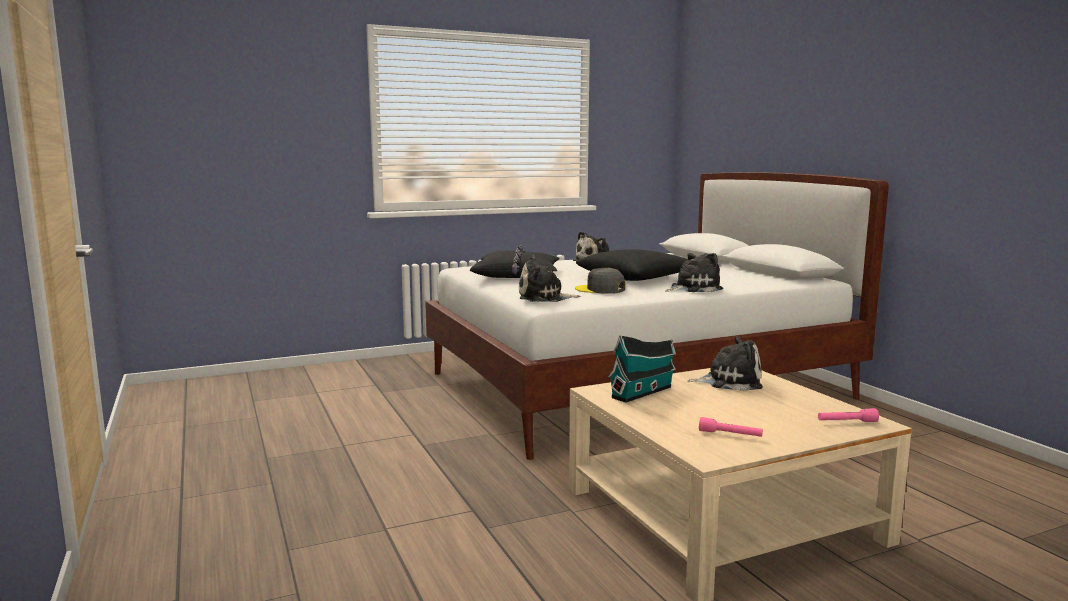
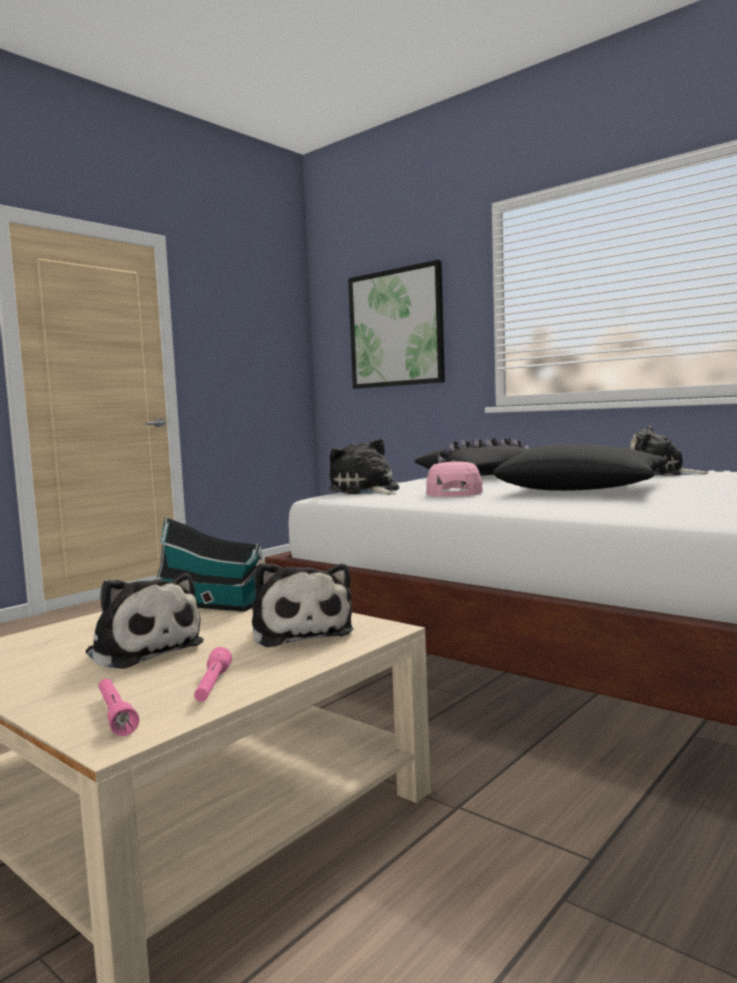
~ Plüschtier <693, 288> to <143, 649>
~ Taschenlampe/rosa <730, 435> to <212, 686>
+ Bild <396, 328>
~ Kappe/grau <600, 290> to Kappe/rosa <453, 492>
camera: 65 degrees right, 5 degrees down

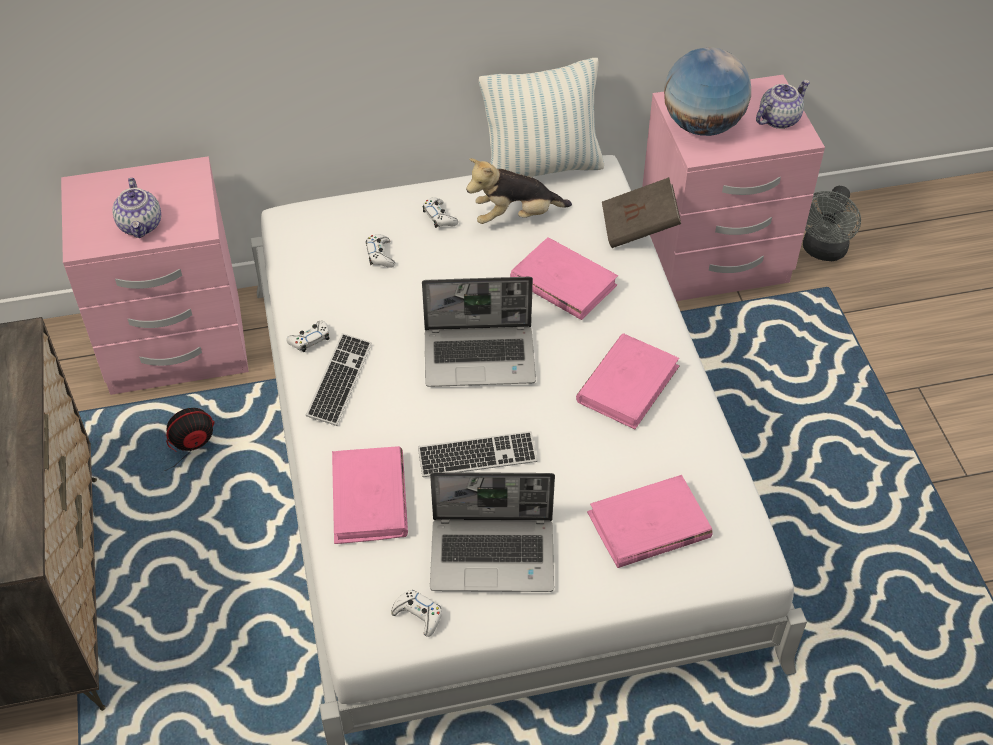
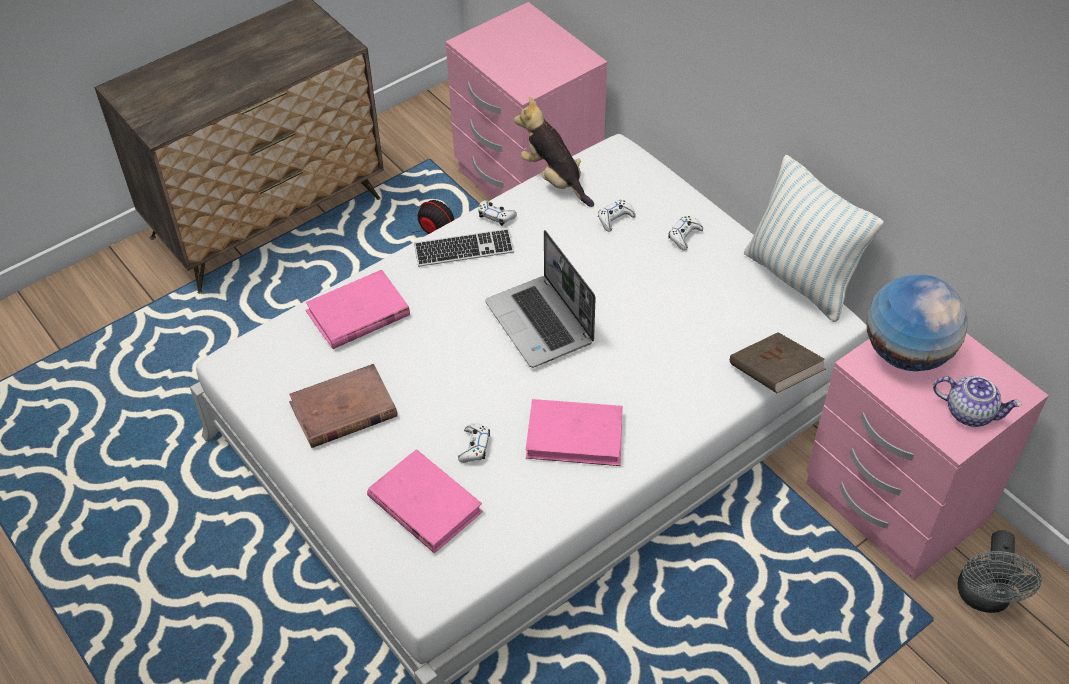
~ Laptop <494, 554> to Buch/braun <343, 410>
~ Gamepad/weiß <418, 615> to <474, 446>
~ Plüschtier <515, 216> to <554, 179>
~ Ventilator/grau <823, 251> = <984, 598> 75 degrees counterclockwise
- Teekanne <141, 225>
- Tastatur <477, 456>
- Buch/rosa <563, 282>
camera: 65 degrees right, 0 degrees up

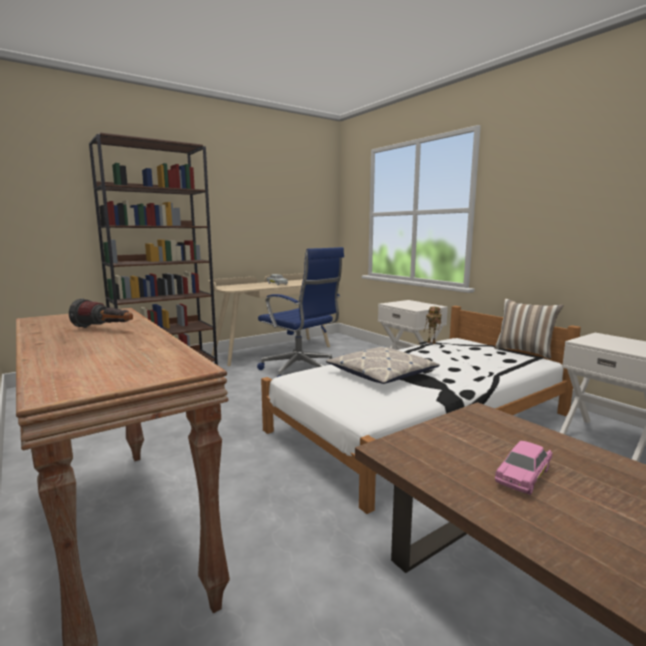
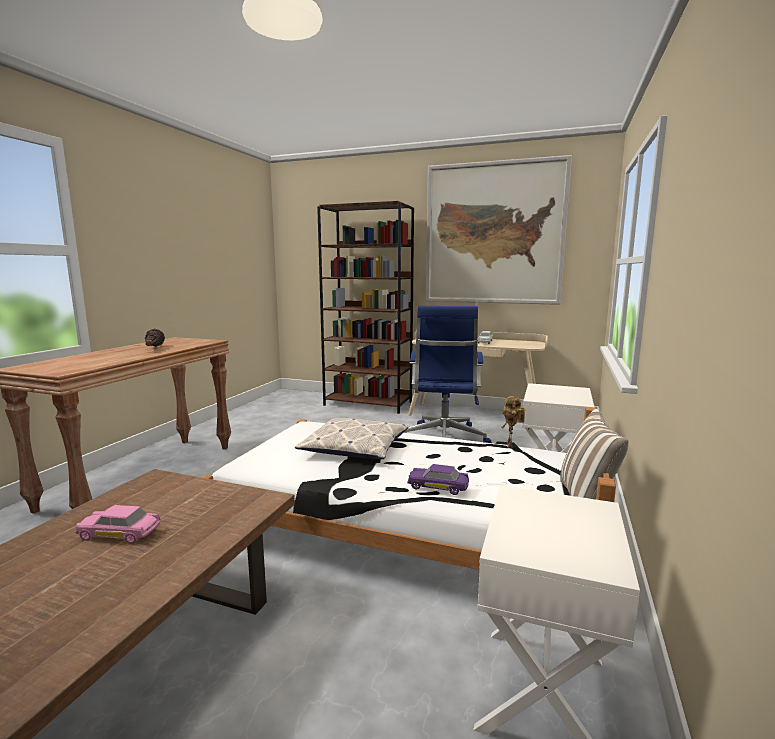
+ Spielzeugauto/lila <438, 487>
+ Bild <493, 234>
camera: 55 degrees right, 0 degrees up

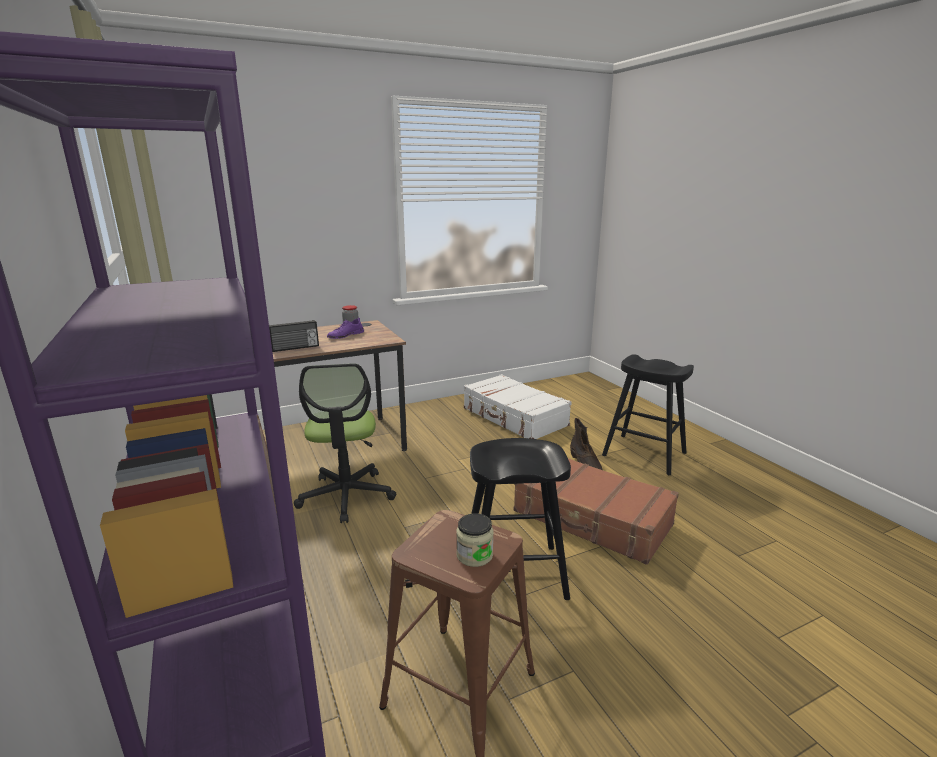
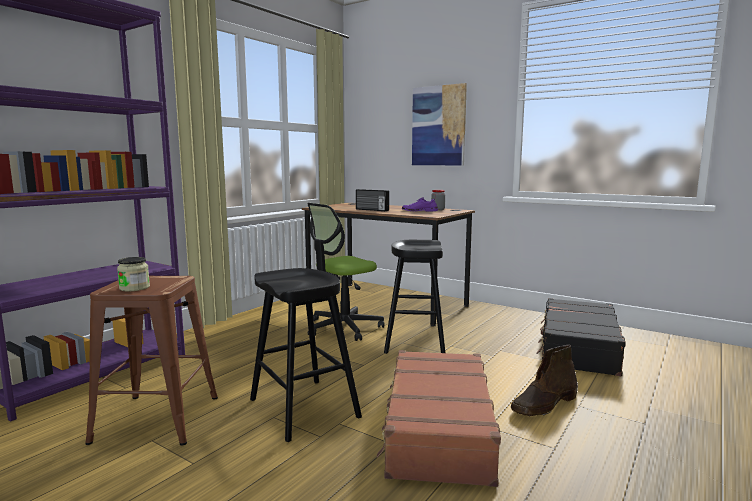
~ Hocker/schwarz <644, 454> to <415, 341>
+ Bild <438, 126>
~ Koffer/weiß <514, 417> to Koffer/schwarz <577, 348>
camera: 60 degrees right, 10 degrees down

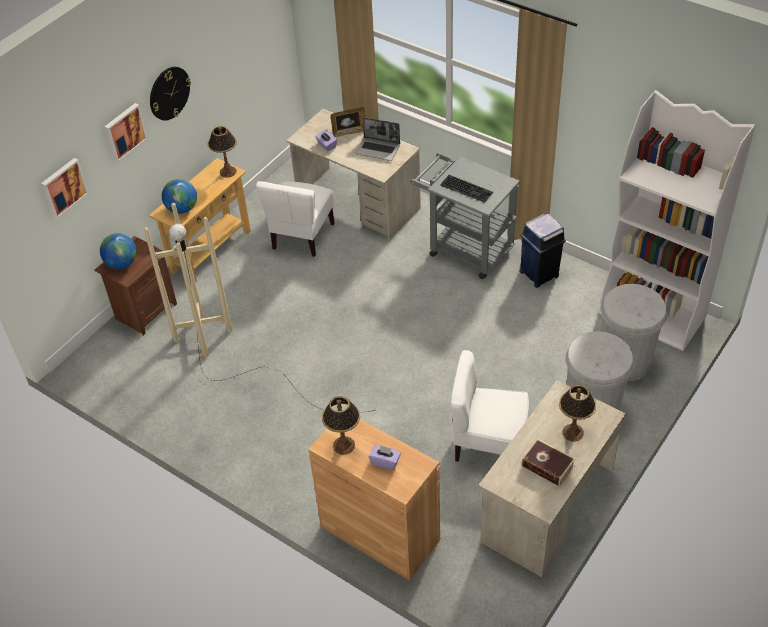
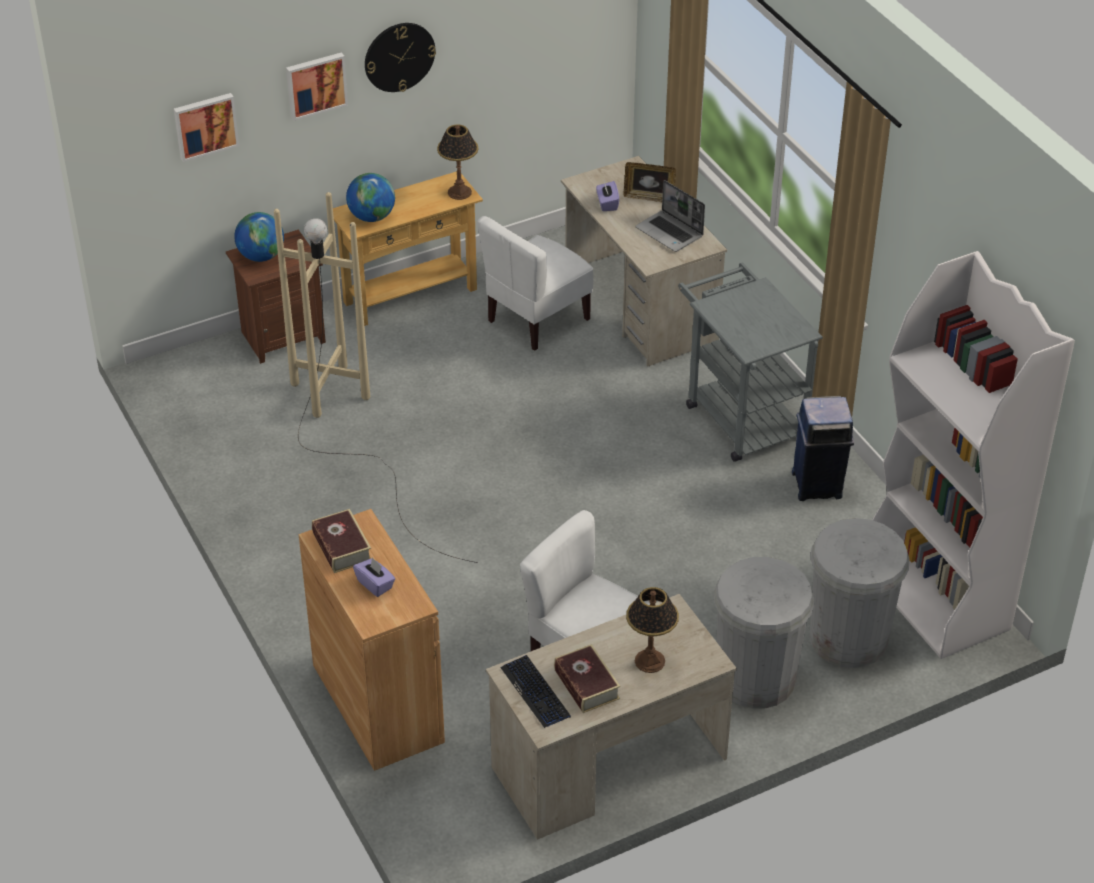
~ Tischlampe <344, 445> to Buch <342, 547>
~ Tastatur <466, 189> to <535, 692>
camera: 25 degrees right, 5 degrees down

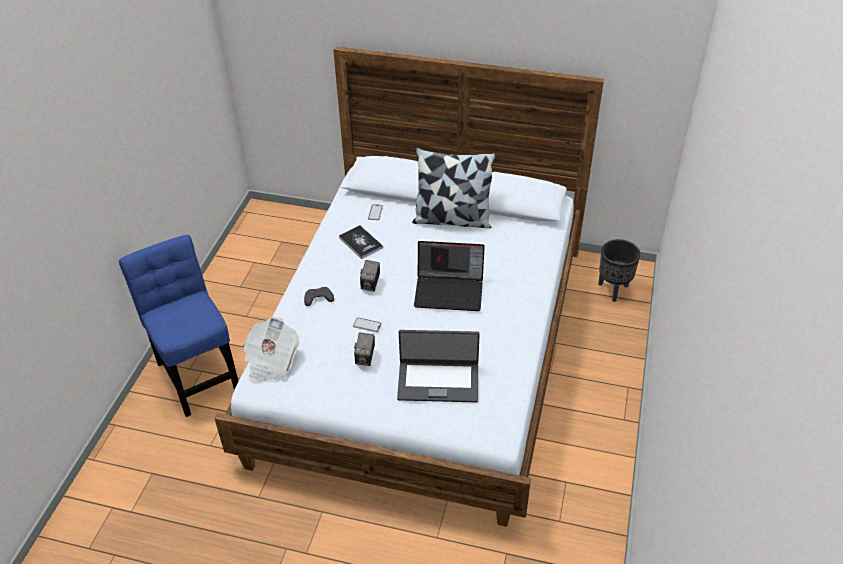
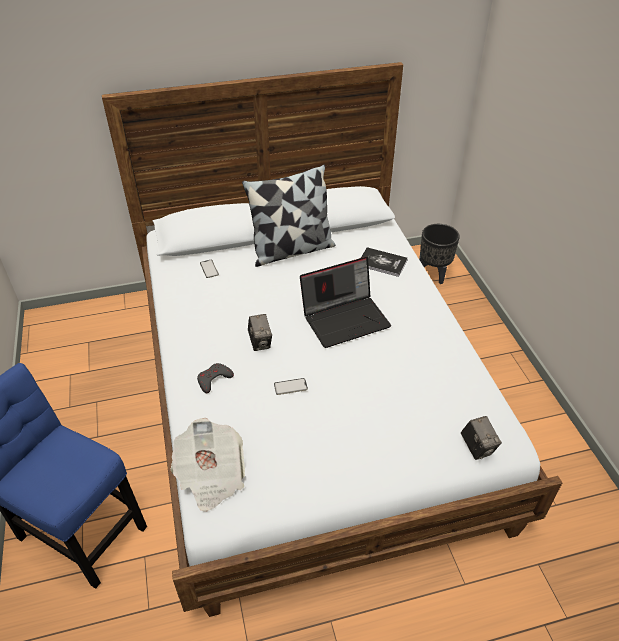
~ Buch <360, 242> to <382, 263>
~ Kamera <365, 358> to <477, 447>
- Laptop <438, 381>
camera: 30 degrees left, 0 degrees up

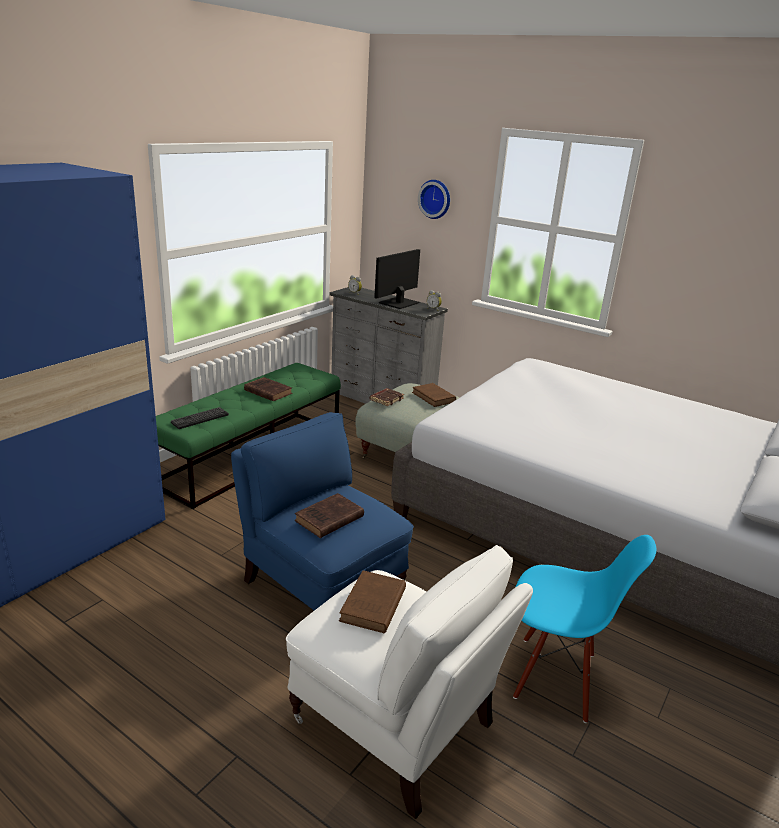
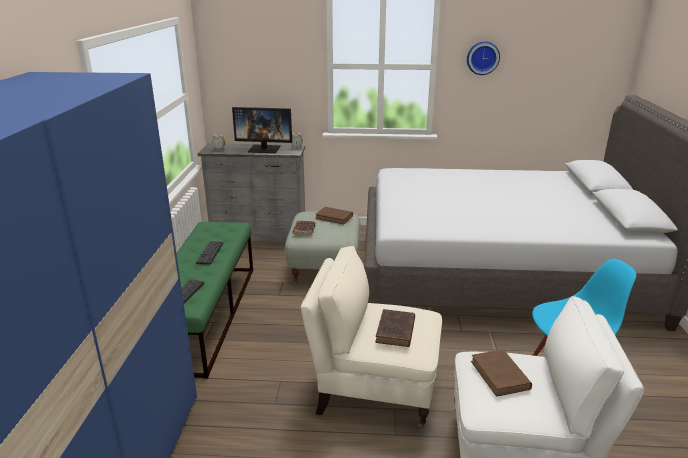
~ Buch/braun <267, 391> to Tastatur <210, 253>
~ Monitor <398, 303> = <264, 149> 90 degrees counterclockwise
~ Sessel/blau <321, 585> to Sessel/beige <373, 390>
~ Wanduhr <435, 199> to <482, 58>
camera: 30 degrees left, 0 degrees up

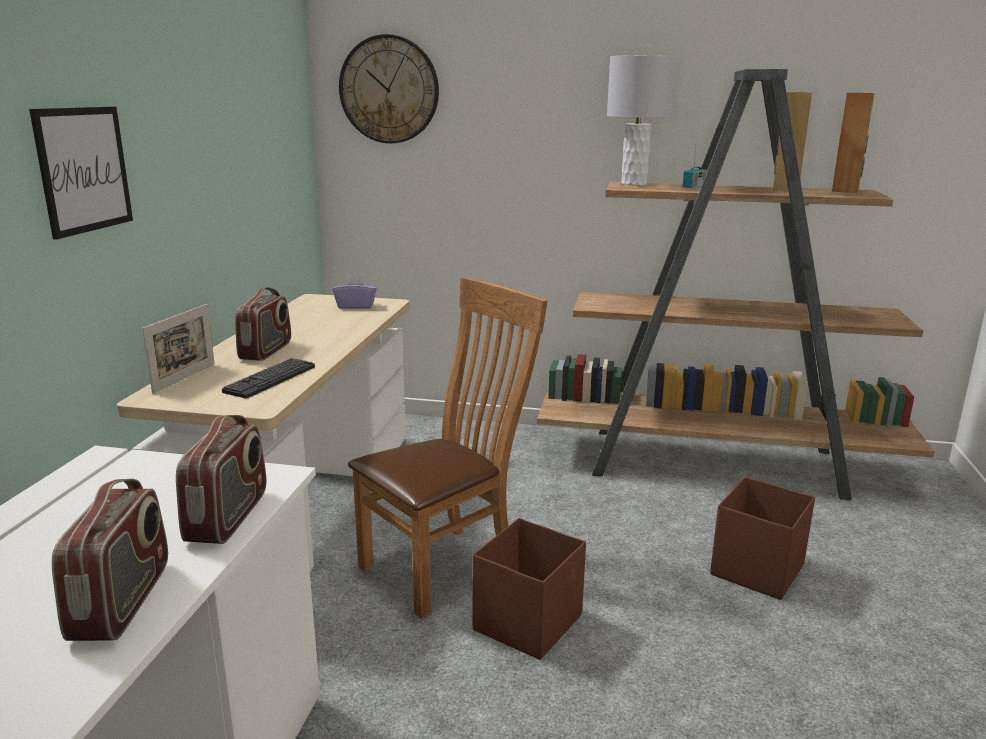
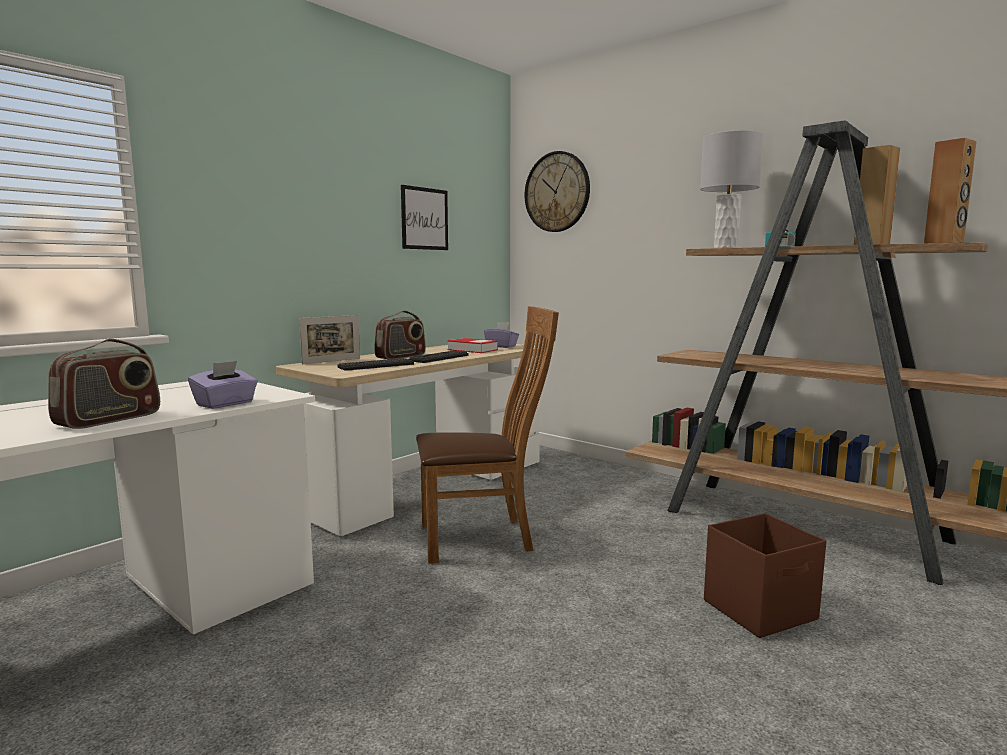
~ Radio <229, 517> to Taschentuchbox/lila <225, 404>
~ Bild <84, 170> to <424, 218>
+ Tastatur <439, 358>
+ Buch <472, 350>
- Aufbewahrungsbox/braun <529, 622>
camera: 30 degrees right, 10 degrees down

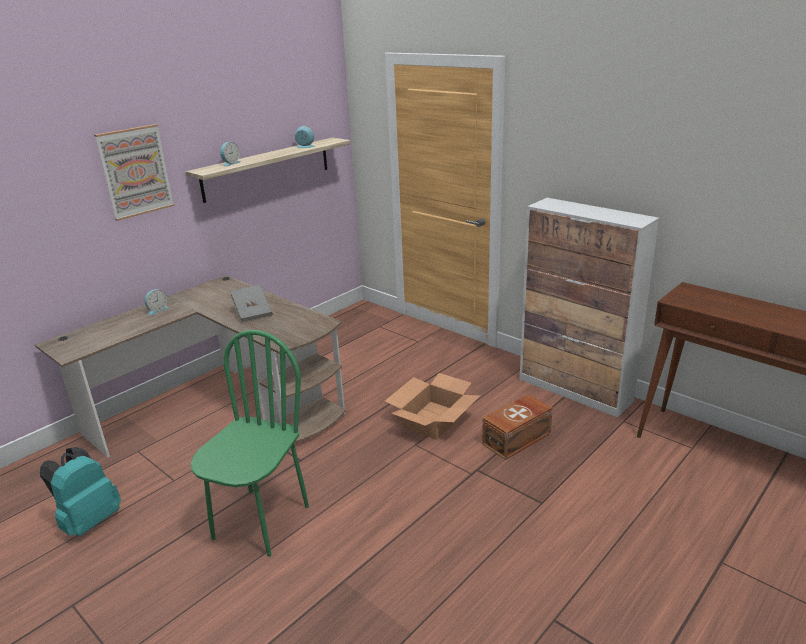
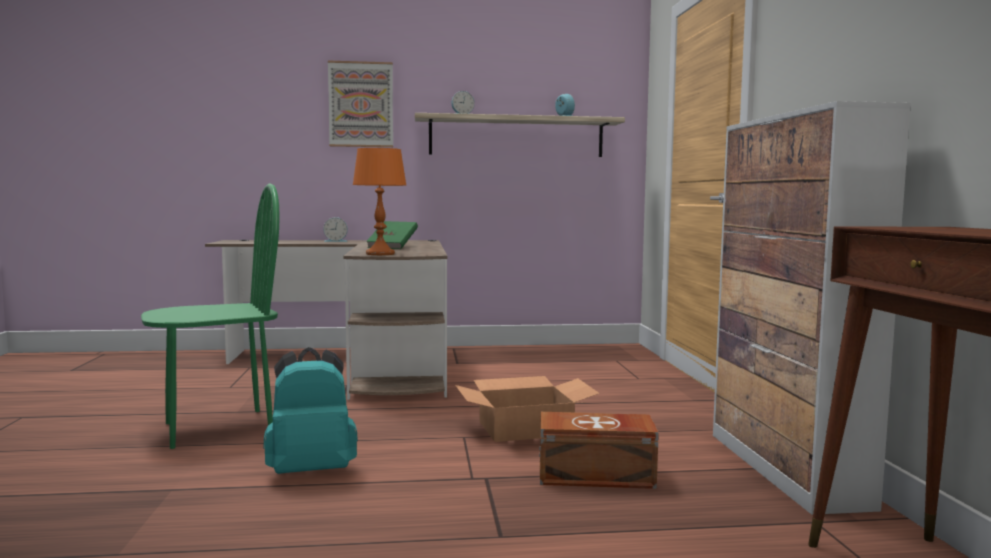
~ Rucksack/türkis <89, 521> to <312, 470>
+ Tischlampe/orange <380, 254>
~ Buch/grau <252, 313> to Buch/grün <393, 247>
camera: 40 degrees right, 20 degrees down

